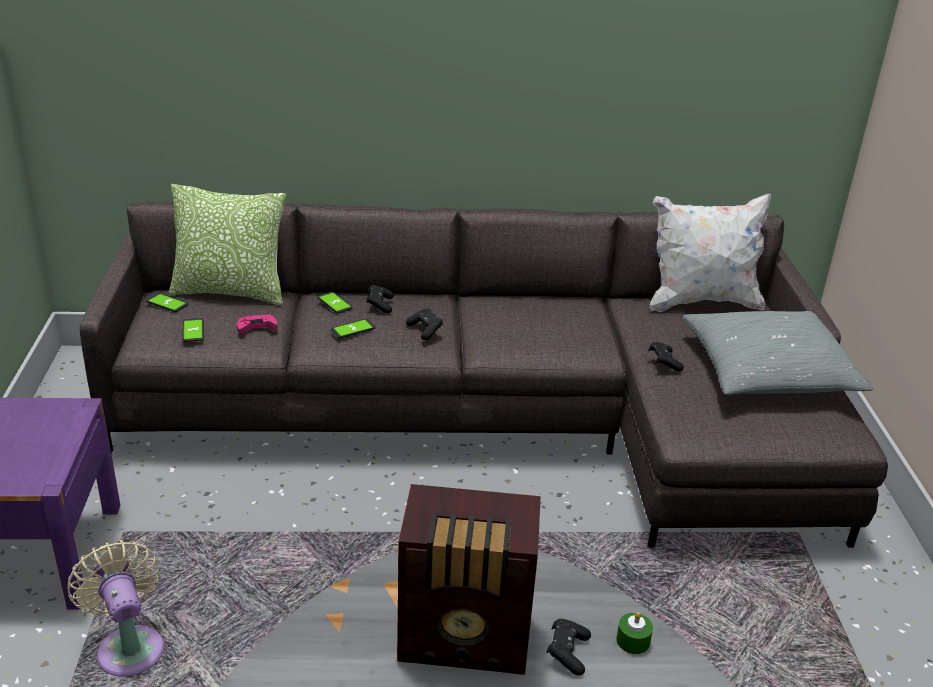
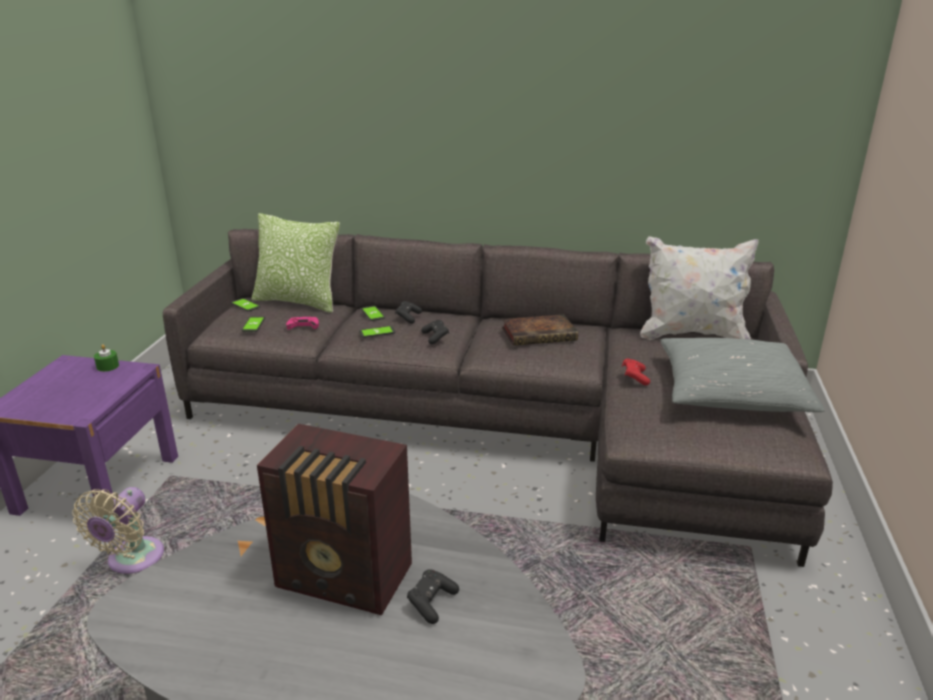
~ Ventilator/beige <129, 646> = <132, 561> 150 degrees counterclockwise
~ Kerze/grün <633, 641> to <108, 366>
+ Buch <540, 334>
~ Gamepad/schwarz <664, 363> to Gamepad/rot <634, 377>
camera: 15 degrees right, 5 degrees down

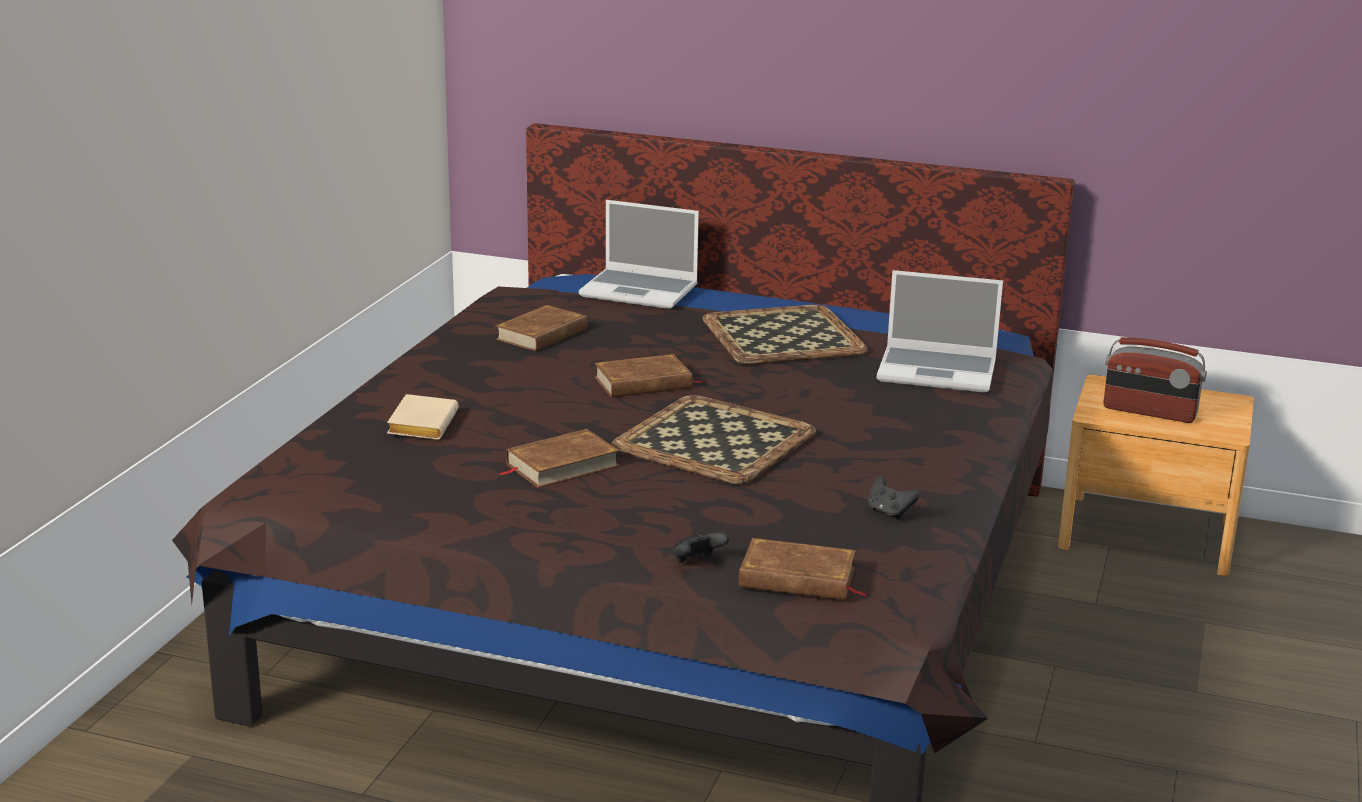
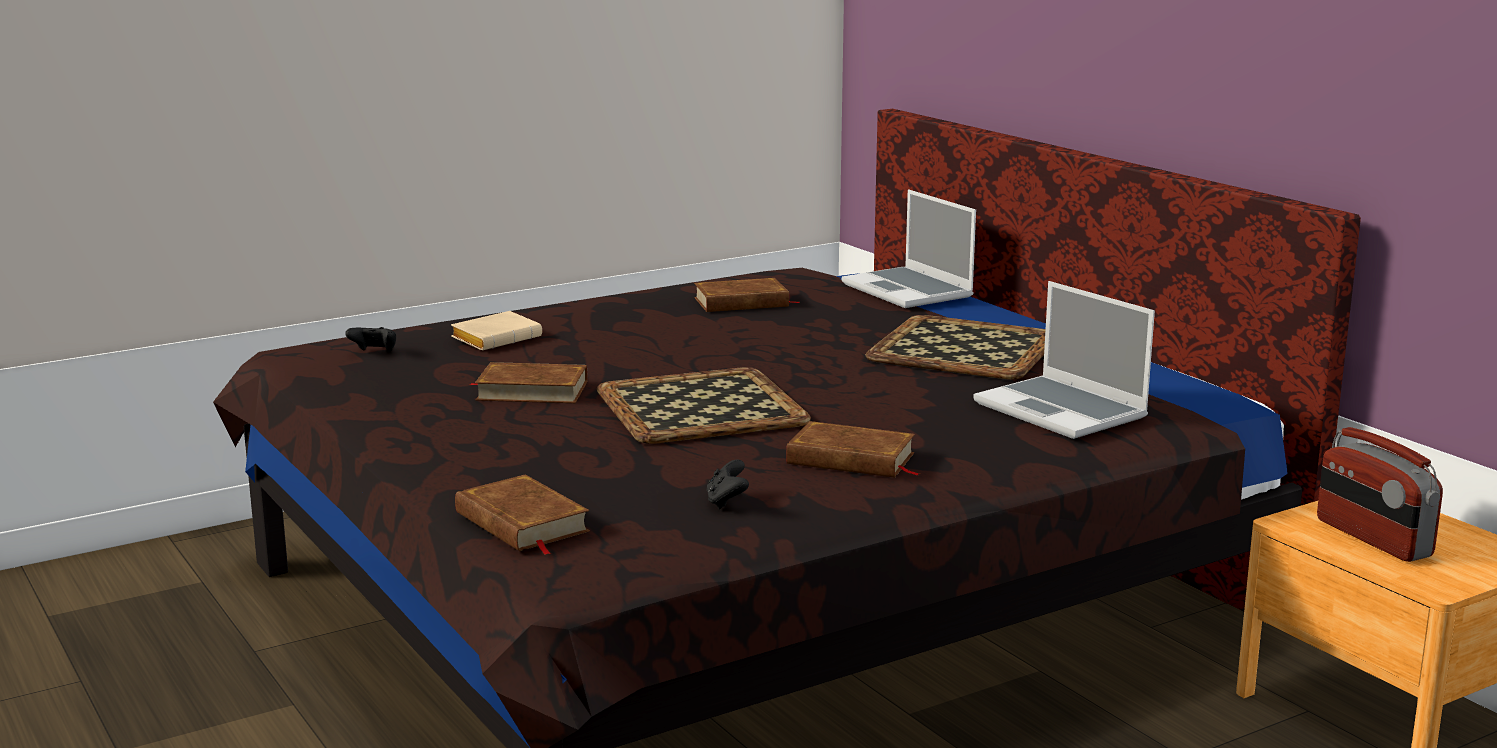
~ Gamepad/schwarz <697, 562> to <374, 353>
~ Buch/braun <643, 383> to <851, 459>
camera: 40 degrees right, 5 degrees down

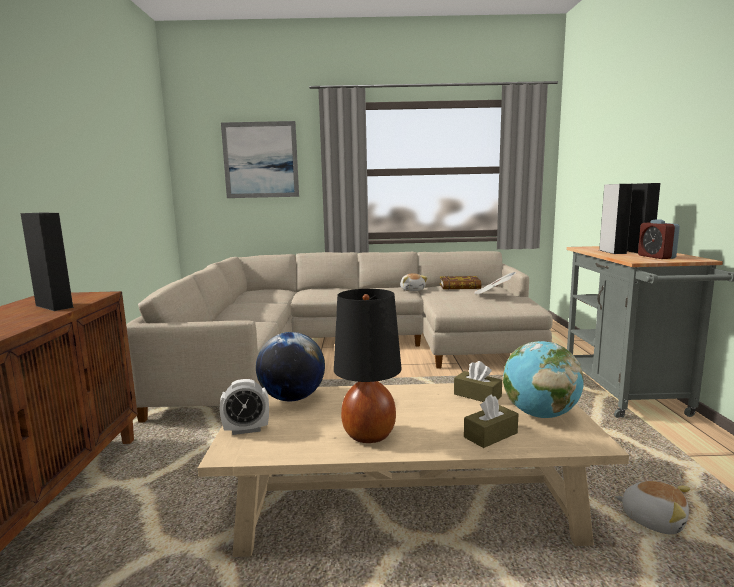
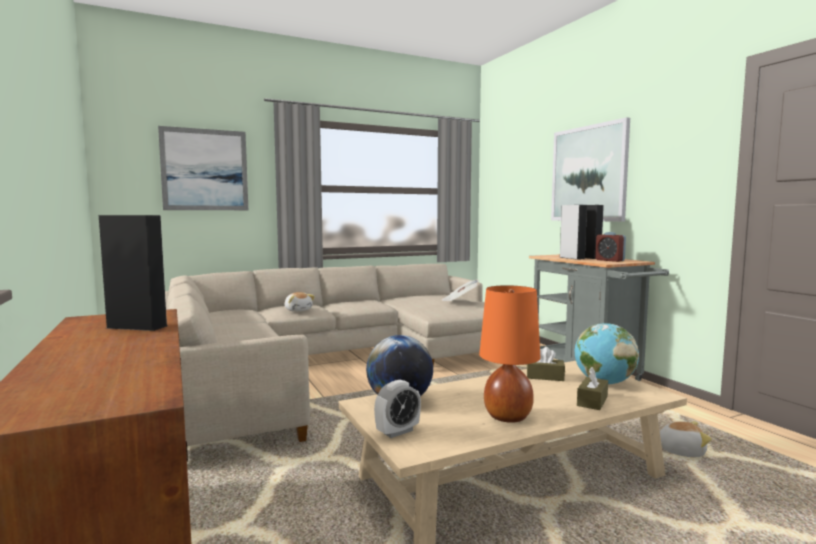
~ Plüschtier <412, 290> to <298, 310>
~ Tischlampe/schwarz <368, 435> to Tischlampe/orange <507, 416>
+ Bild <588, 174>
- Buch <459, 286>
camera: 25 degrees left, 5 degrees down

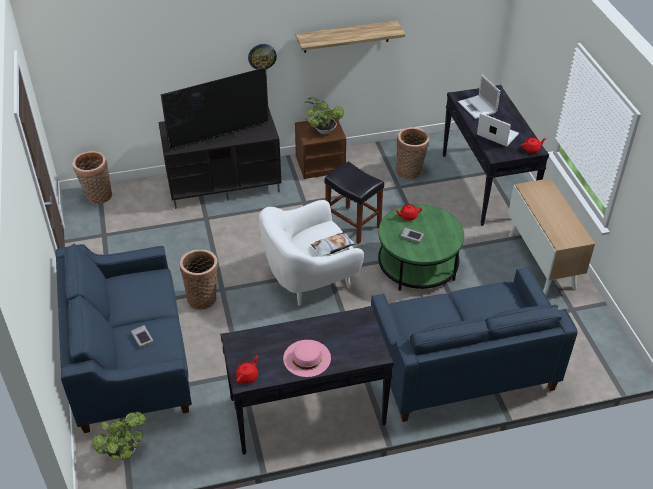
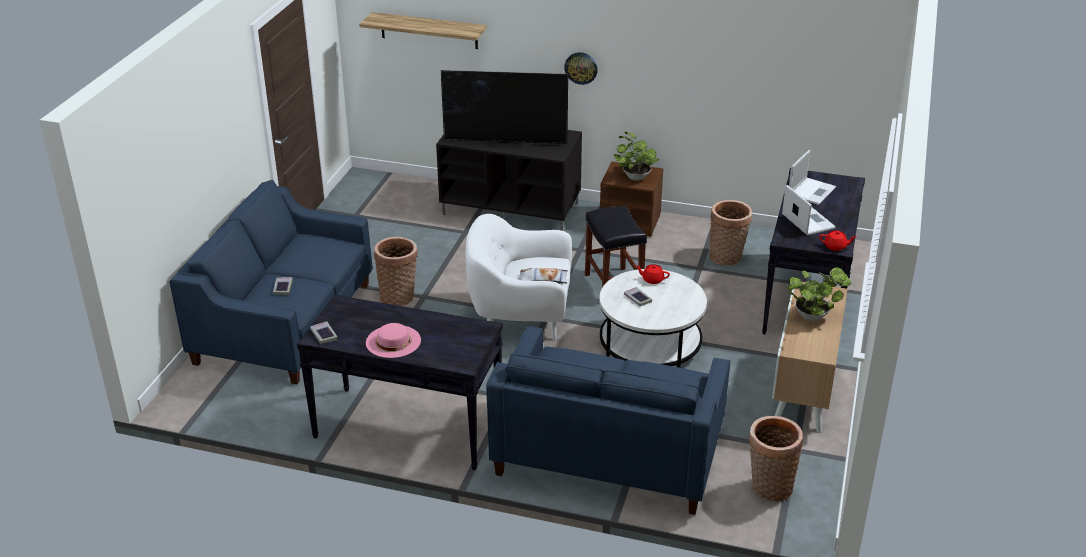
~ Teekanne/rot <247, 376> to Buch <324, 335>
~ Wandregal <346, 36> to <429, 30>
~ Couchtisch/grün <417, 265> to Couchtisch/weiß <650, 345>
~ Korb <97, 196> to <769, 487>
~ Topfpflanze <124, 451> to <813, 316>
~ Laptop <478, 107> = <812, 191> 150 degrees counterclockwise
camera: 30 degrees right, 10 degrees down

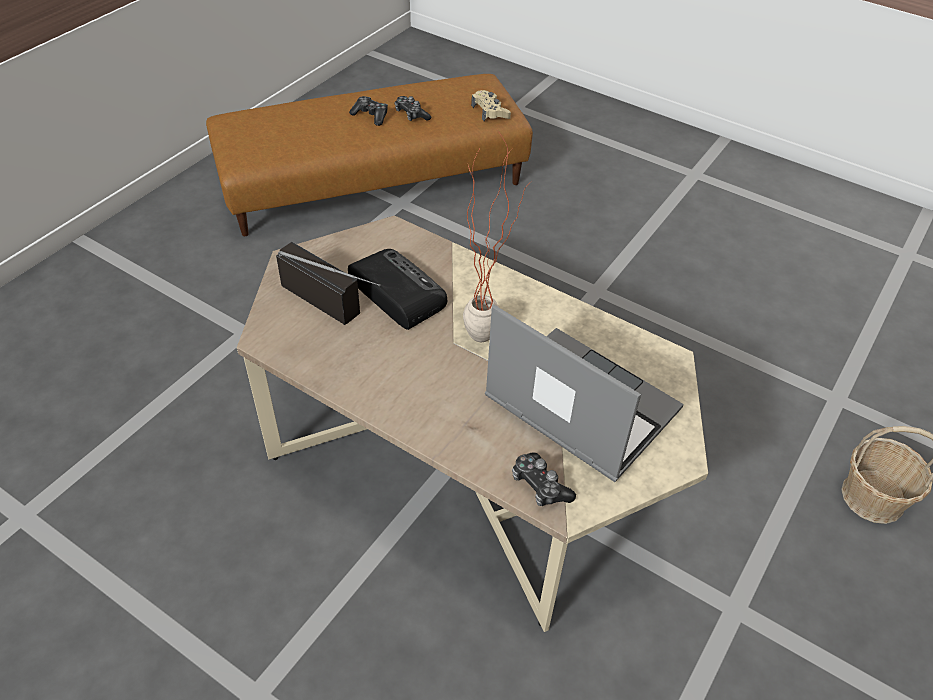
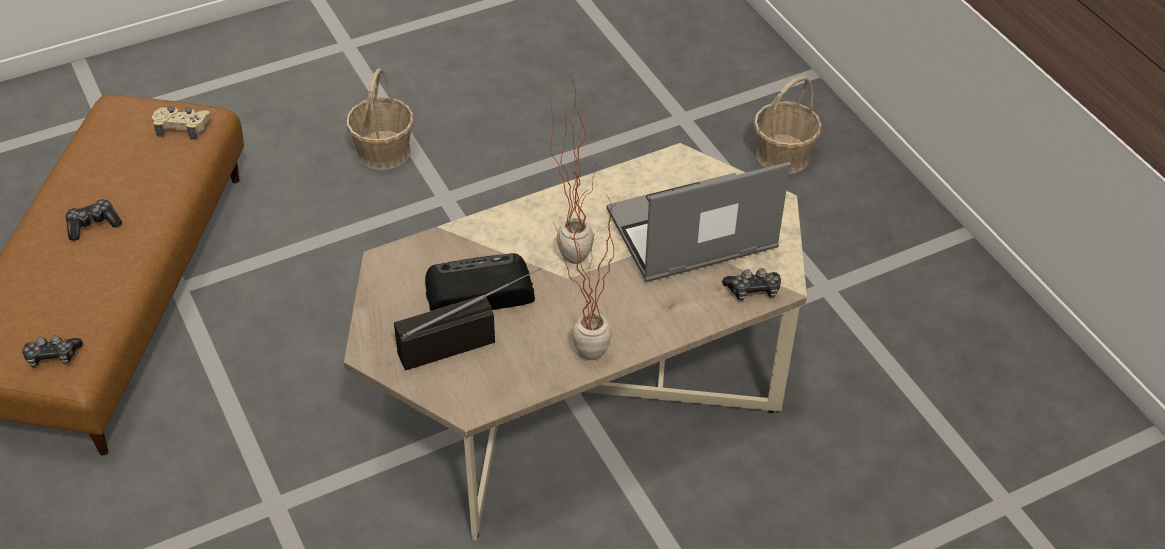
~ Gamepad <411, 114> to <52, 356>
+ Korb <384, 151>
+ Topfpflanze <581, 359>
camera: 60 degrees left, 0 degrees up

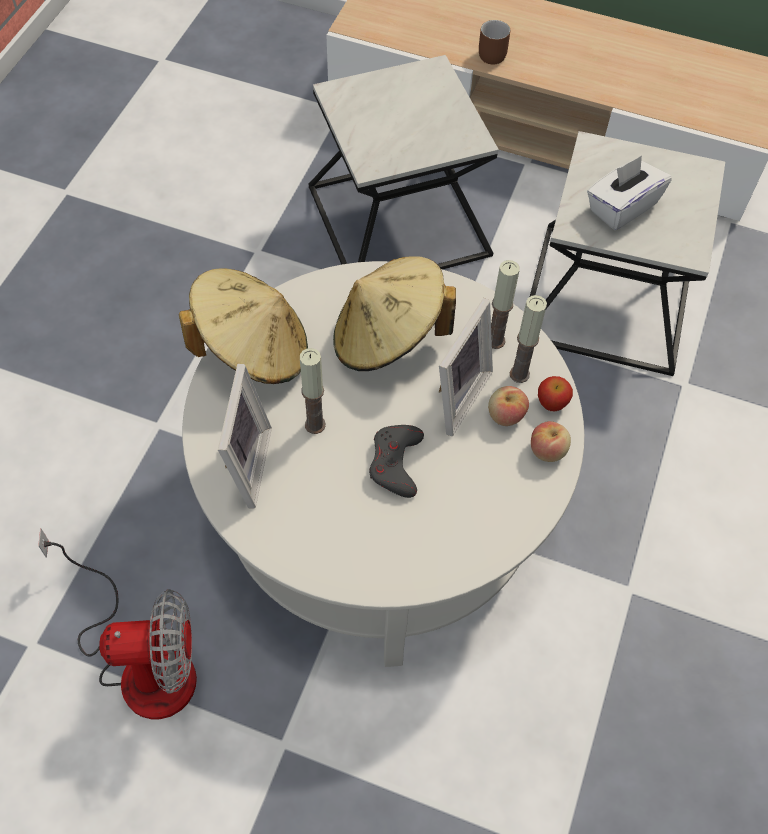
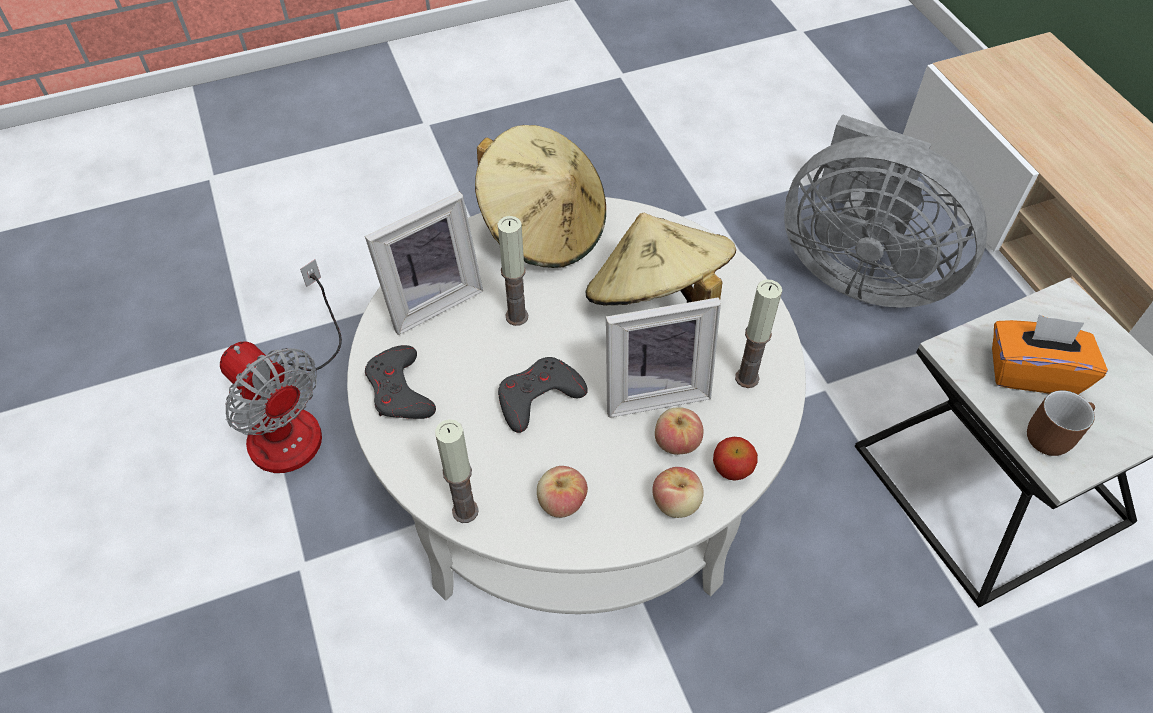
+ Gamepad/grau <400, 390>
~ Kerze <519, 374> to <465, 511>
+ Apfel <561, 502>
~ Beistelltisch <399, 220> to Ventilator/grau <859, 271>
~ Taschentuchbox/weiß <621, 207> to Taschentuchbox/orange <1031, 372>
~ Henkelbecher/braun <491, 52> to <1051, 433>
camera: 50 degrees right, 5 degrees down

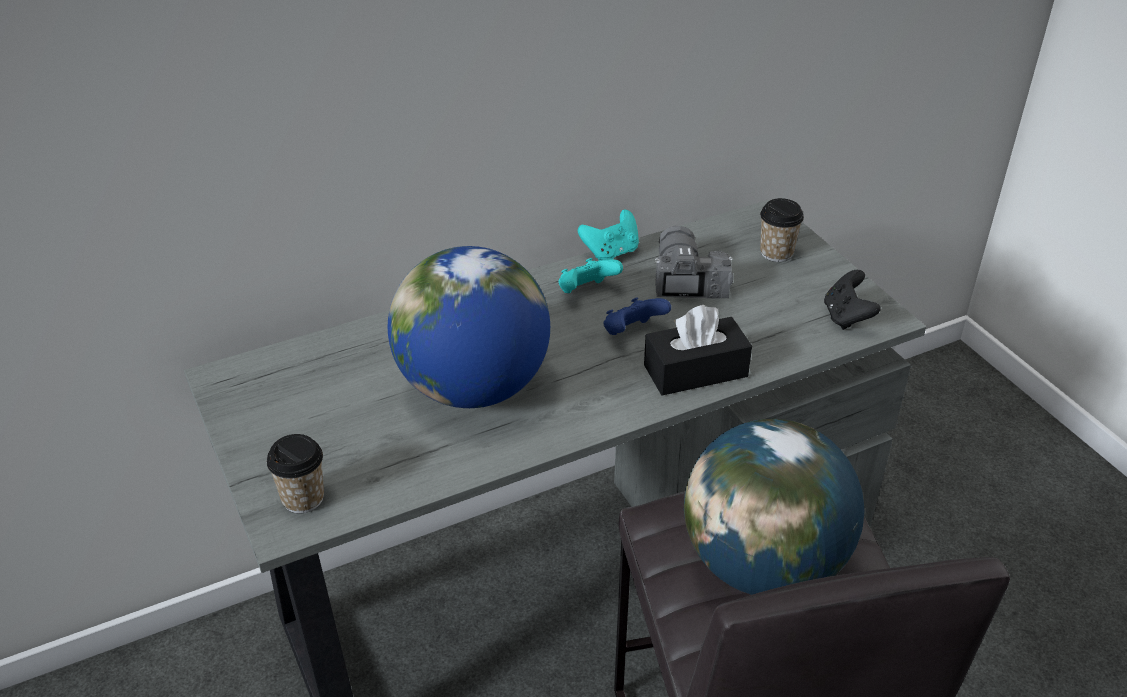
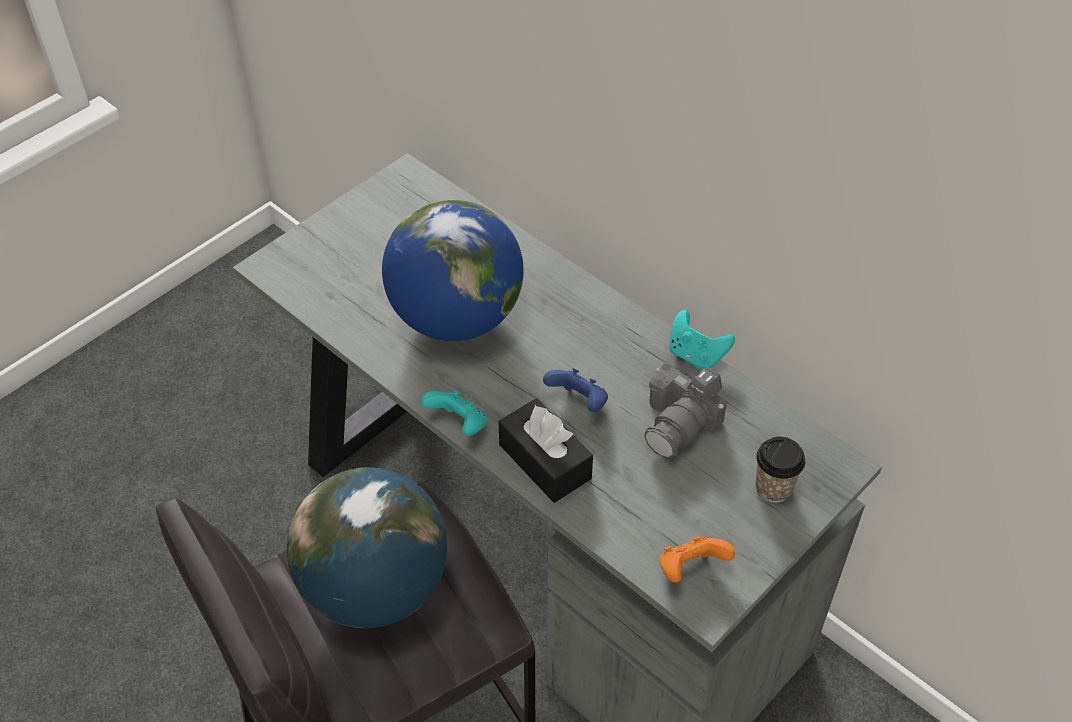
~ Gamepad/türkis <586, 292> to <458, 425>
~ Kamera <685, 281> = <681, 423> 150 degrees clockwise
~ Gamepad/schwarz <846, 317> to Gamepad/orange <690, 569>
- Tasse <303, 498>
camera: 70 degrees right, 10 degrees up

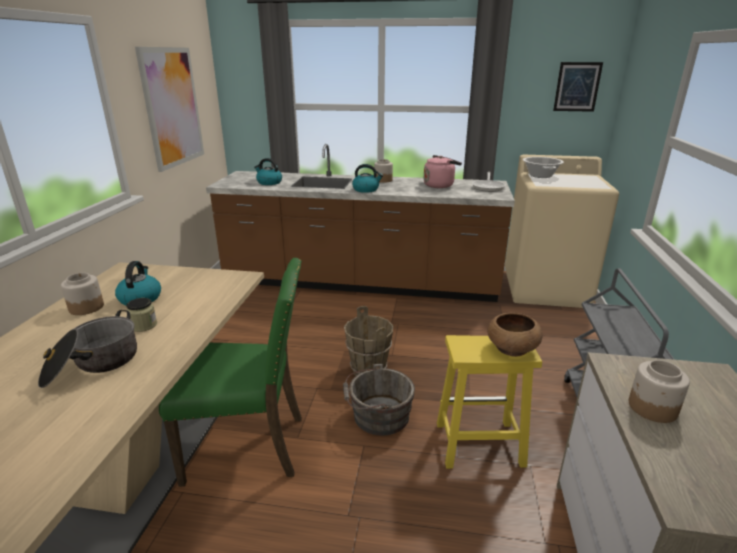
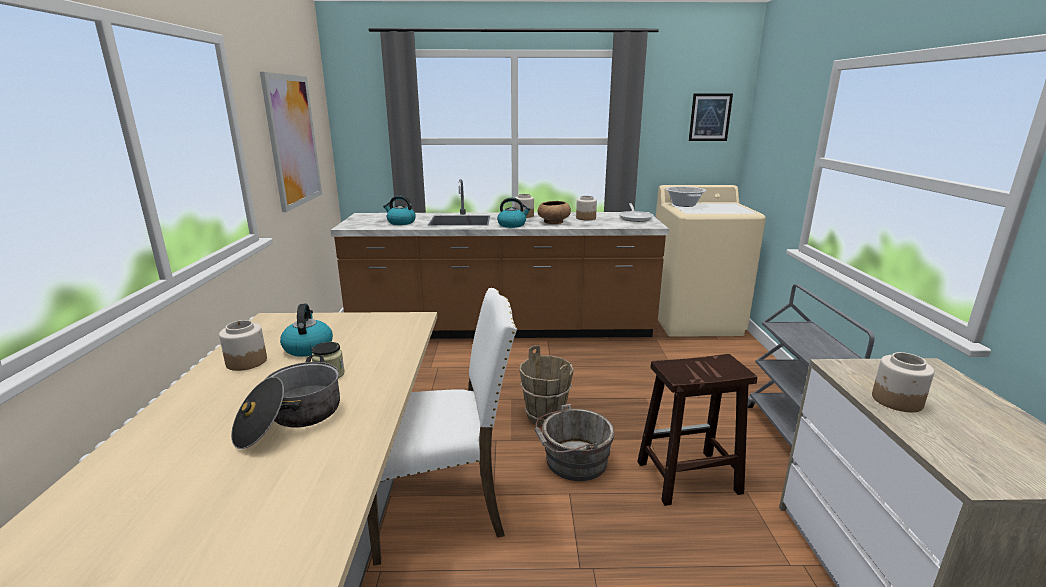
~ Stuhl/grün <249, 446> to Stuhl/weiß <441, 510>
~ Schüssel/braun <511, 348> to <553, 222>
~ Wasserkessel/rosa <440, 185> to Vorratsglas <586, 218>
~ Hocker/gelb <477, 444> to Hocker/braun <687, 478>
camera: 10 degrees left, 5 degrees down

